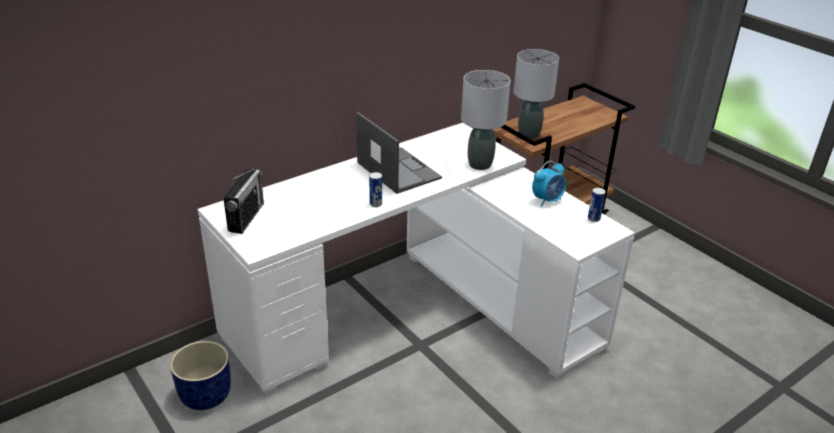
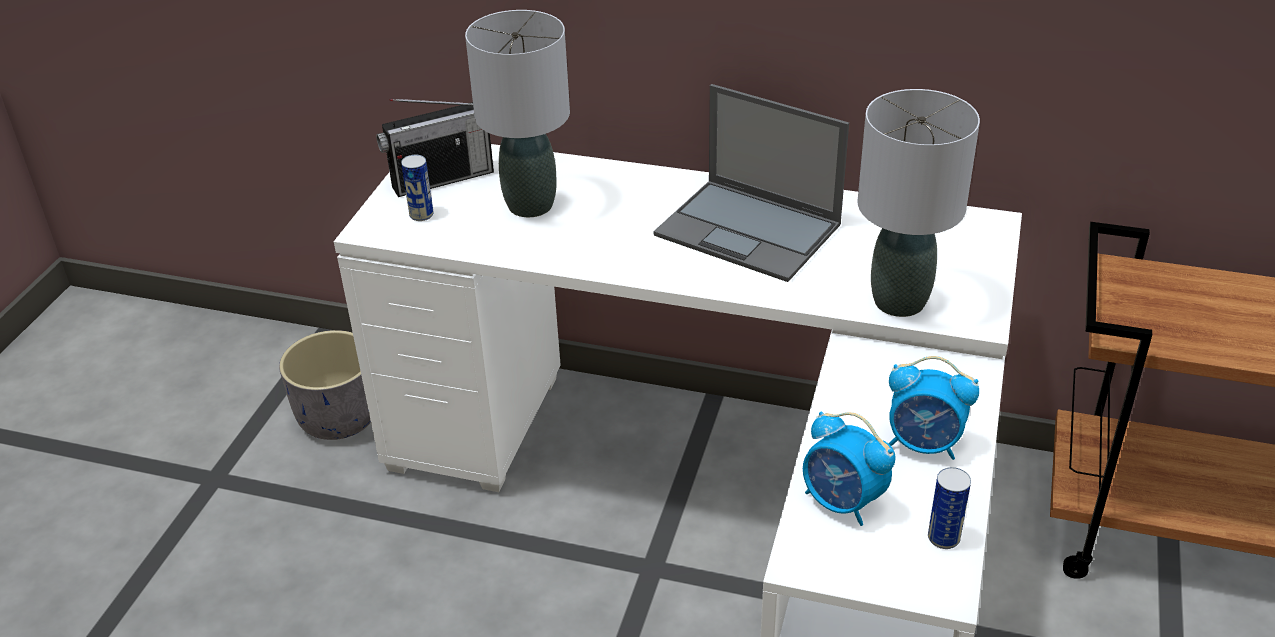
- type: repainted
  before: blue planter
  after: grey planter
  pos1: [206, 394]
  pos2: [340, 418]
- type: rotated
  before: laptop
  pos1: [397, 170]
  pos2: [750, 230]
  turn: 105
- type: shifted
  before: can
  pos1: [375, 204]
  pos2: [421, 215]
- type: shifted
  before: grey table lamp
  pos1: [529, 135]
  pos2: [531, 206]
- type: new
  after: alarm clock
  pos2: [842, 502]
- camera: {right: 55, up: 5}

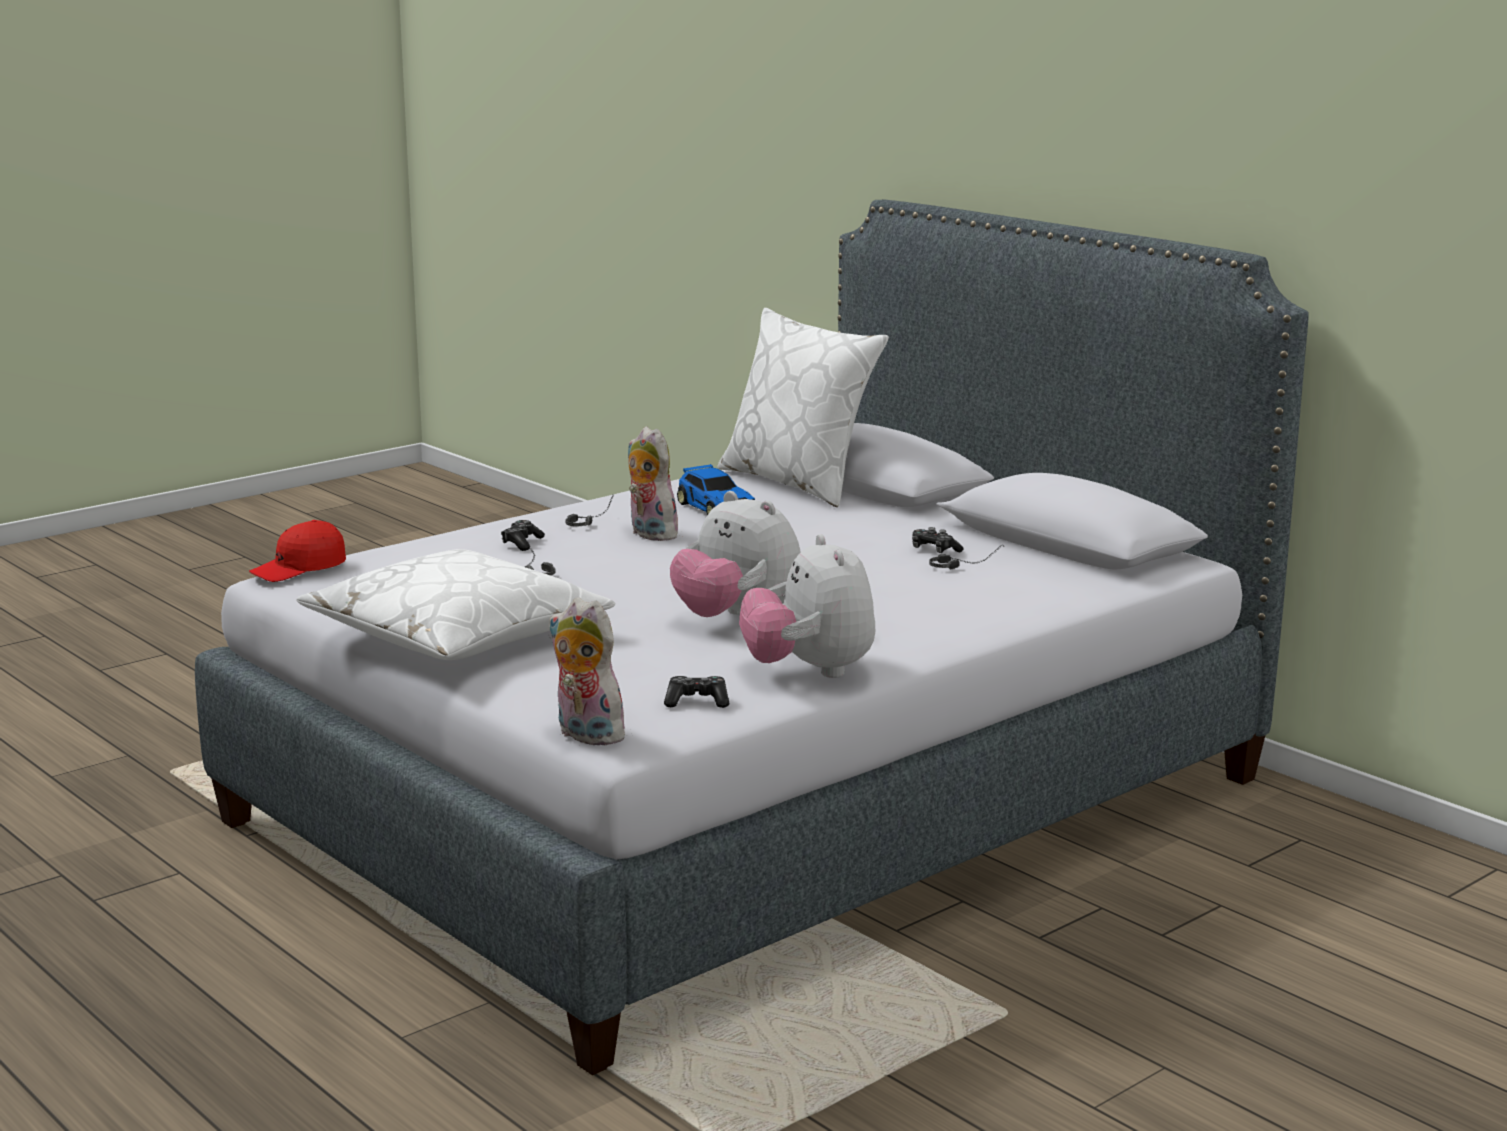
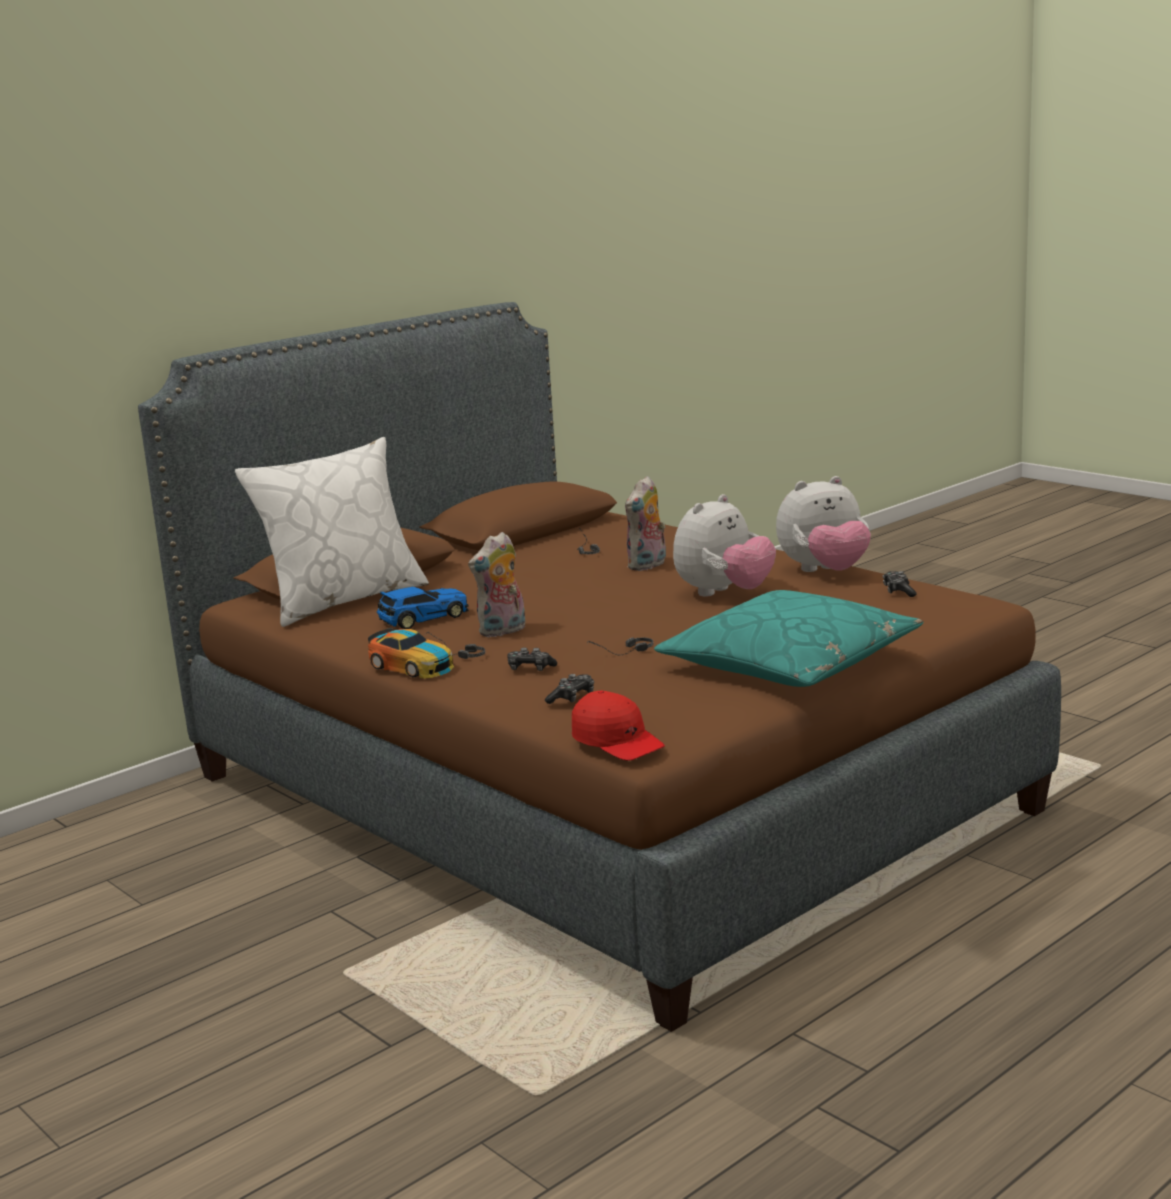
- type: repainted
  before: grey bed
  after: brown bed
  pos1: [753, 798]
  pos2: [595, 792]
- type: repainted
  before: white pillow
  after: turquoise pillow
  pos1: [457, 635]
  pos2: [790, 664]
- type: shifted
  before: plush toy
  pos1: [585, 735]
  pos2: [648, 565]
- type: shifted
  before: game controller
  pos1: [934, 550]
  pos2: [572, 698]
- type: new
  after: toy car
  pos2: [412, 666]
- camera: {right: -90, up: 0}

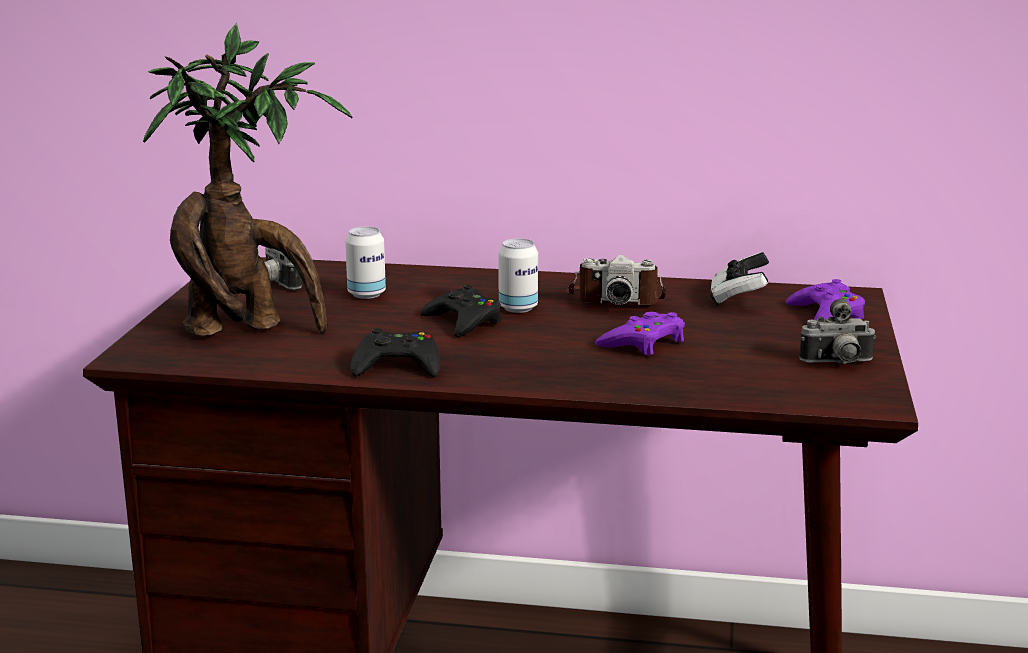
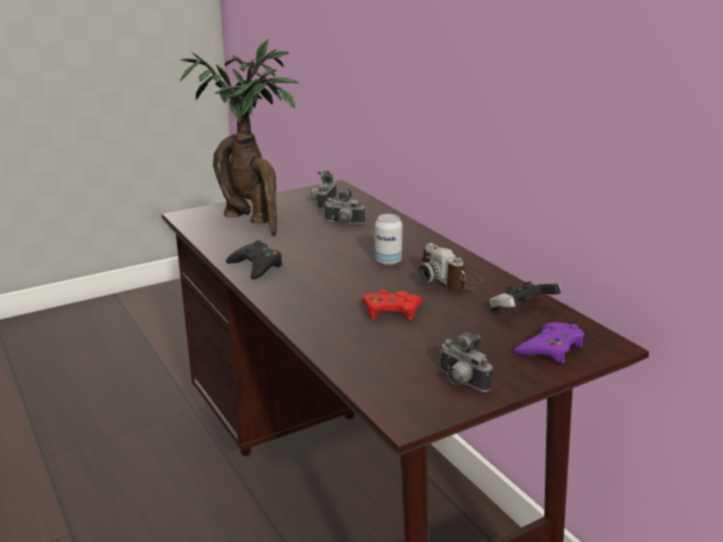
- type: swapped
  before: can
  after: photo camera
  pos1: [366, 294]
  pos2: [343, 224]
- type: gone
  before: black game controller
  pos1: [463, 321]
- type: repainted
  before: purple game controller
  after: red game controller
  pos1: [643, 343]
  pos2: [391, 311]
- camera: {right: 50, up: 5}

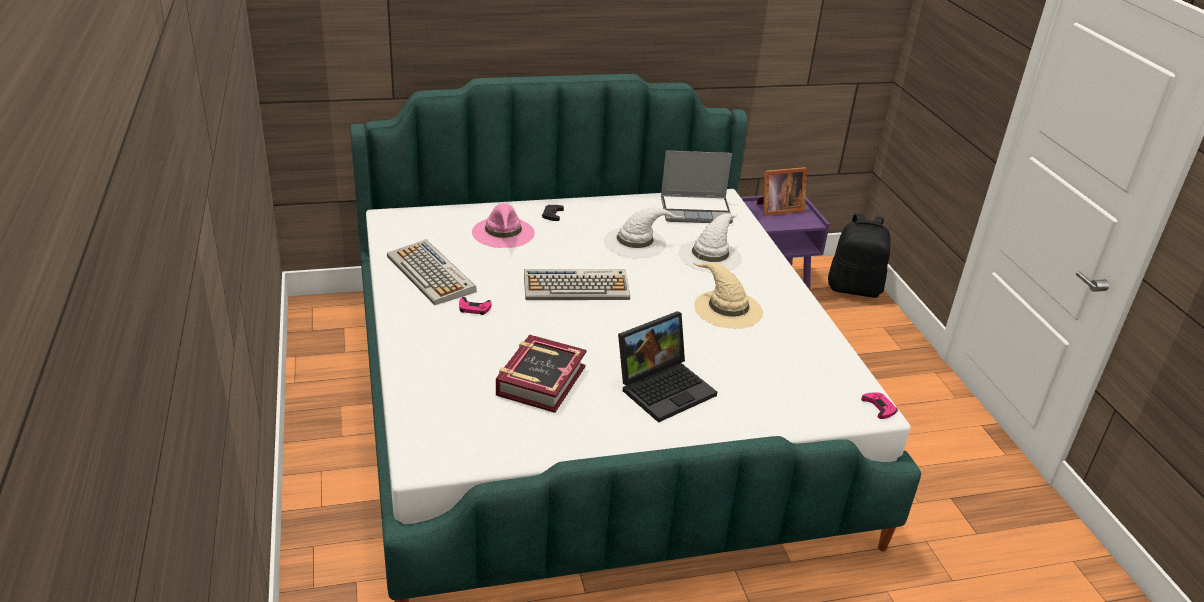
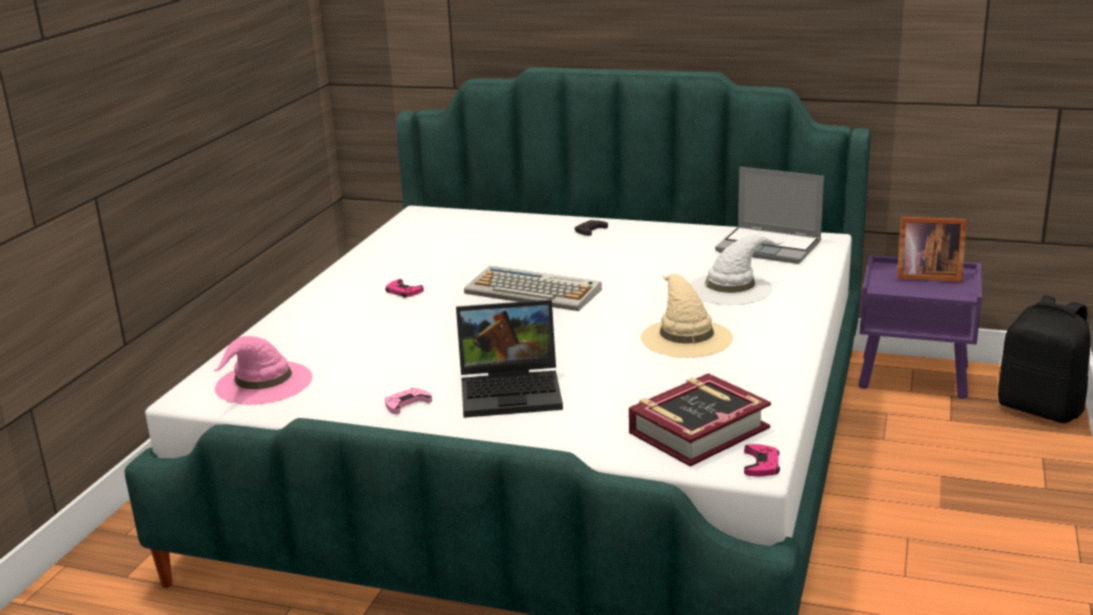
- type: gone
  before: keyboard
  pos1: [432, 274]
- type: shifted
  before: pink hat
  pos1: [503, 233]
  pos2: [263, 383]
- type: shifted
  before: book
  pos1: [540, 380]
  pos2: [698, 430]
- type: gone
  before: white hat
  pos1: [636, 242]
- type: new
  after: pink game controller
  pos2: [407, 404]
- camera: {right: 35, up: -10}

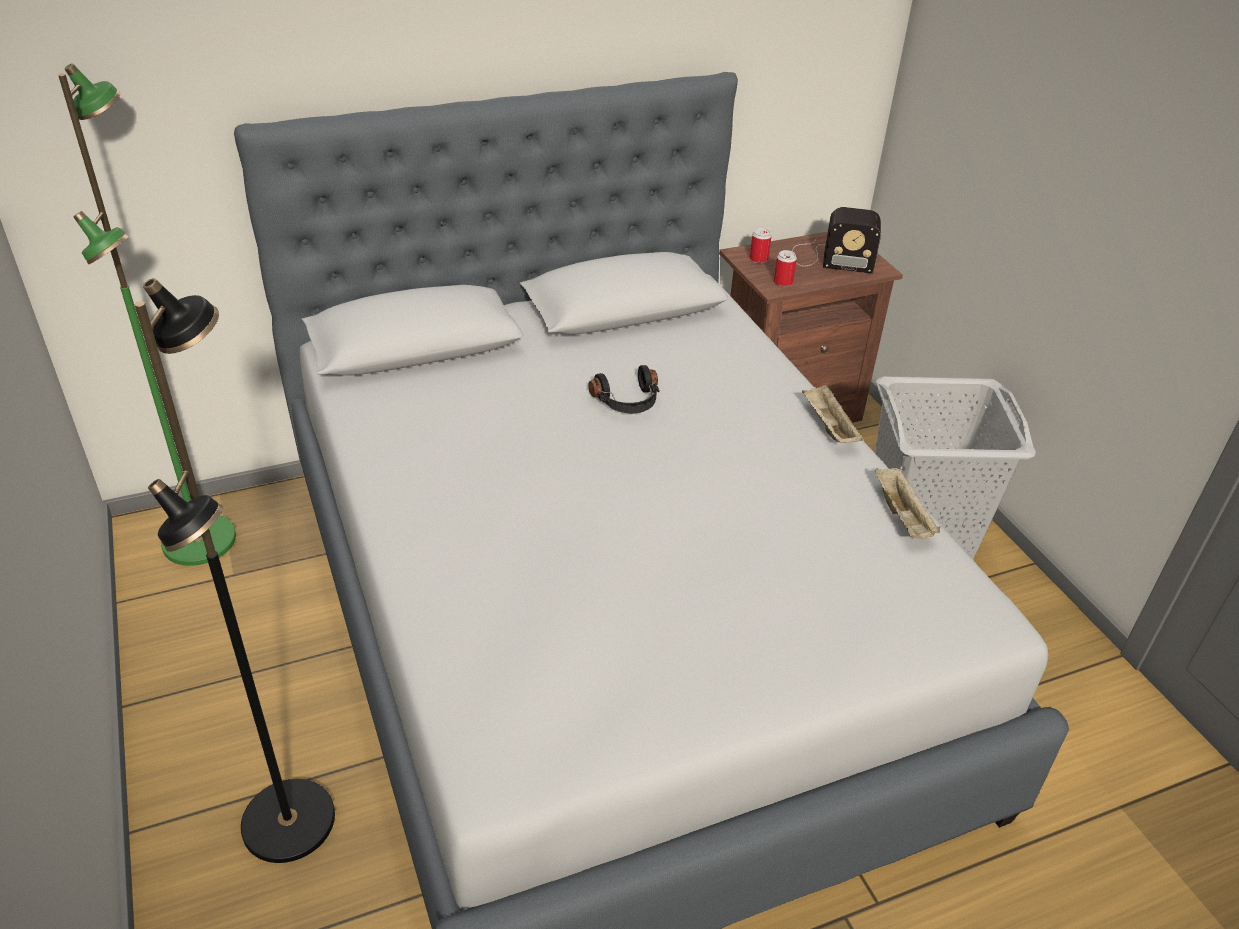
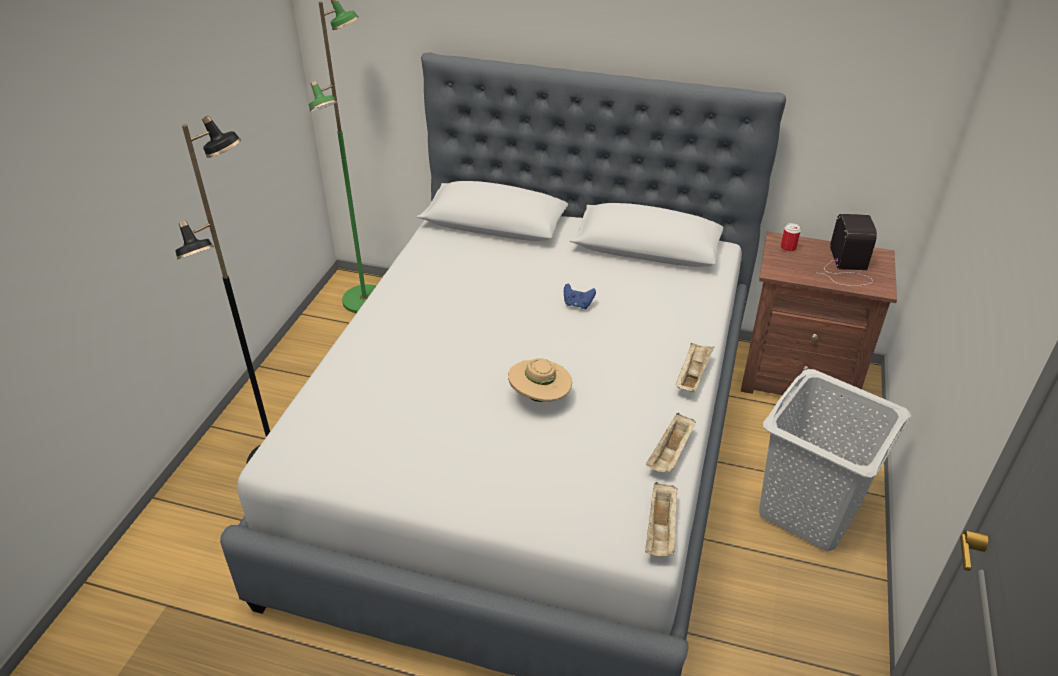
- type: swapped
  before: black headphones
  after: blue game controller
  pos1: [628, 402]
  pos2: [578, 304]
- type: gone
  before: can
  pos1: [783, 282]
- type: rotated
  before: radio
  pos1: [829, 258]
  pos2: [847, 267]
  turn: -135
- type: new
  after: beige hat
  pos2: [540, 397]
- type: new
  after: beige tray
  pos2: [661, 530]
- camera: {right: 40, up: 0}

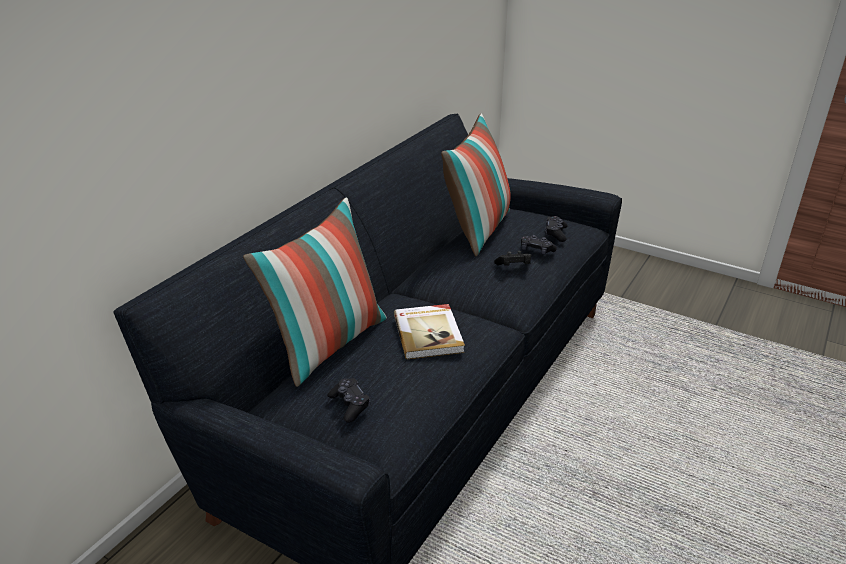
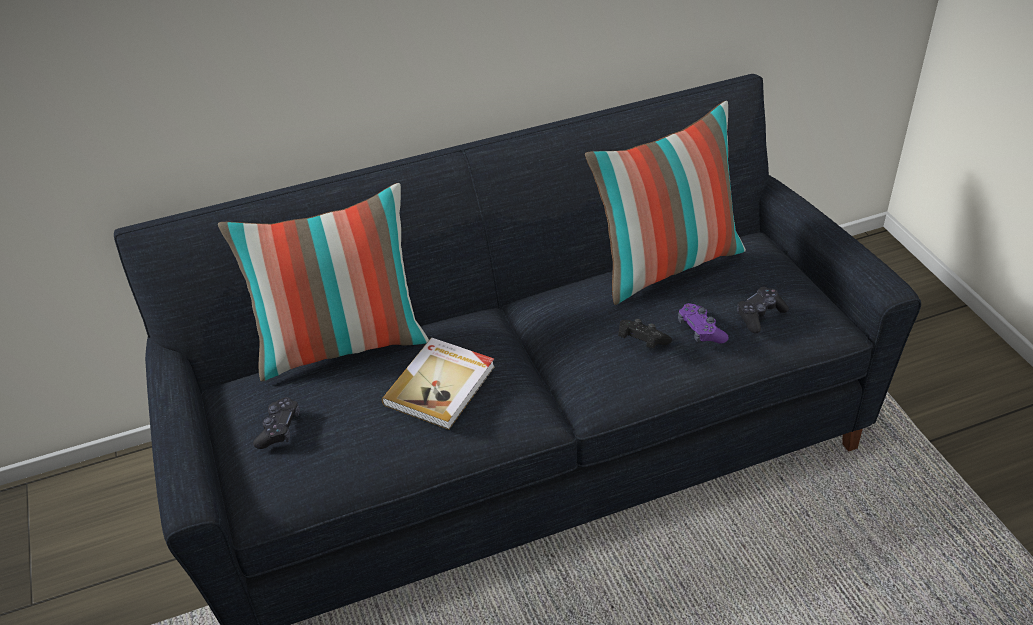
- type: repainted
  before: black game controller
  after: purple game controller
  pos1: [536, 250]
  pos2: [700, 330]
- camera: {right: 40, up: 10}

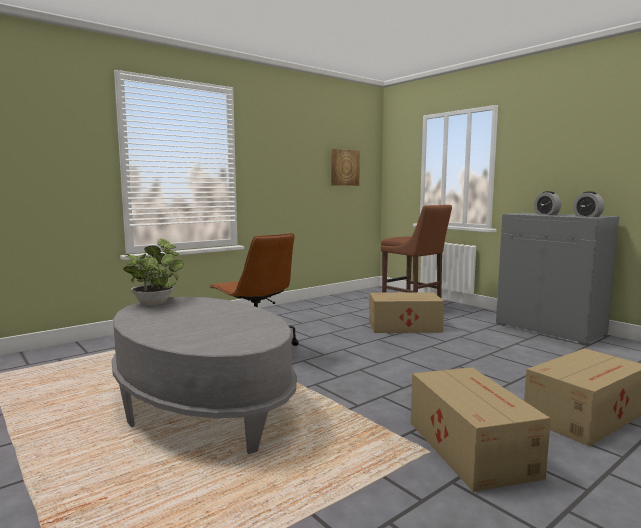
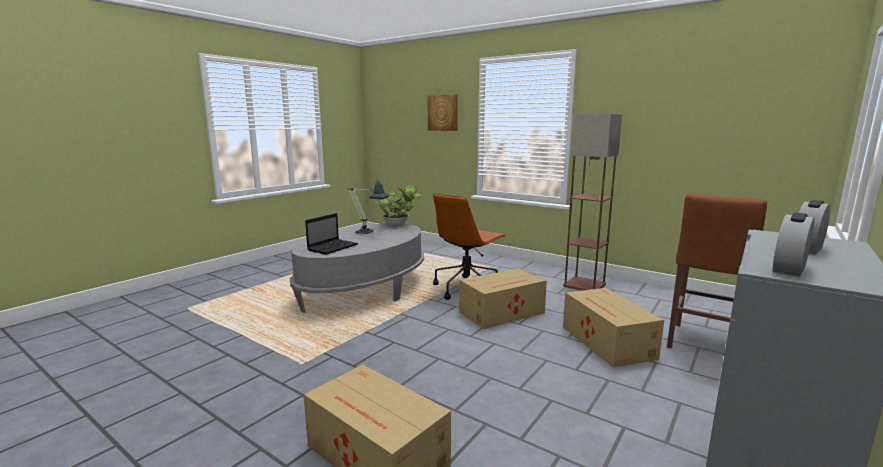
- type: shifted
  before: picture
  pos1: [344, 167]
  pos2: [443, 112]
- type: shifted
  before: cardboard box
  pos1: [470, 447]
  pos2: [503, 312]
- type: new
  after: laptop
  pos2: [333, 247]
- type: new
  after: table lamp
  pos2: [368, 233]
- type: new
  after: floor lamp
  pos2: [583, 285]
- camera: {right: 75, up: 5}

